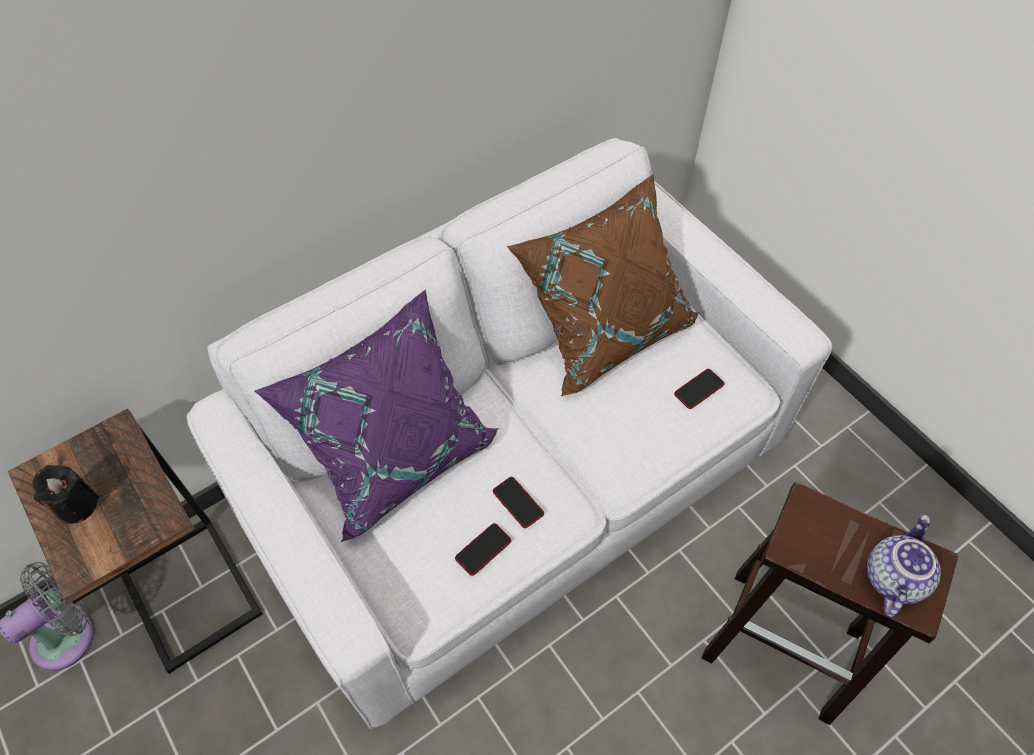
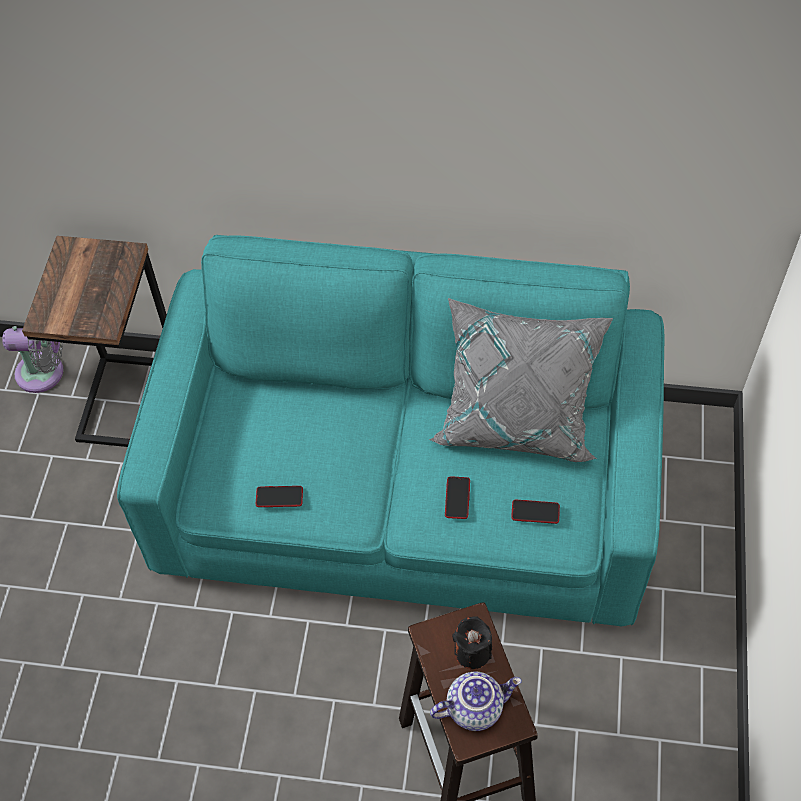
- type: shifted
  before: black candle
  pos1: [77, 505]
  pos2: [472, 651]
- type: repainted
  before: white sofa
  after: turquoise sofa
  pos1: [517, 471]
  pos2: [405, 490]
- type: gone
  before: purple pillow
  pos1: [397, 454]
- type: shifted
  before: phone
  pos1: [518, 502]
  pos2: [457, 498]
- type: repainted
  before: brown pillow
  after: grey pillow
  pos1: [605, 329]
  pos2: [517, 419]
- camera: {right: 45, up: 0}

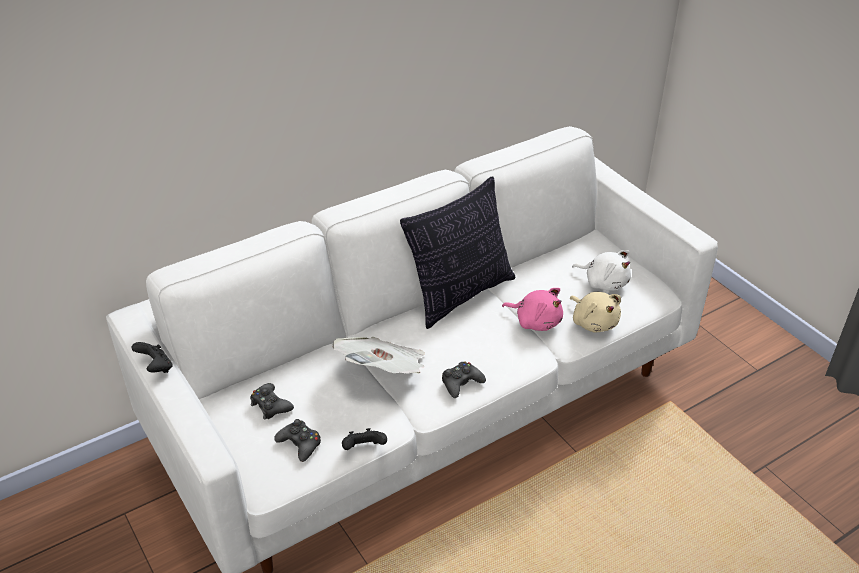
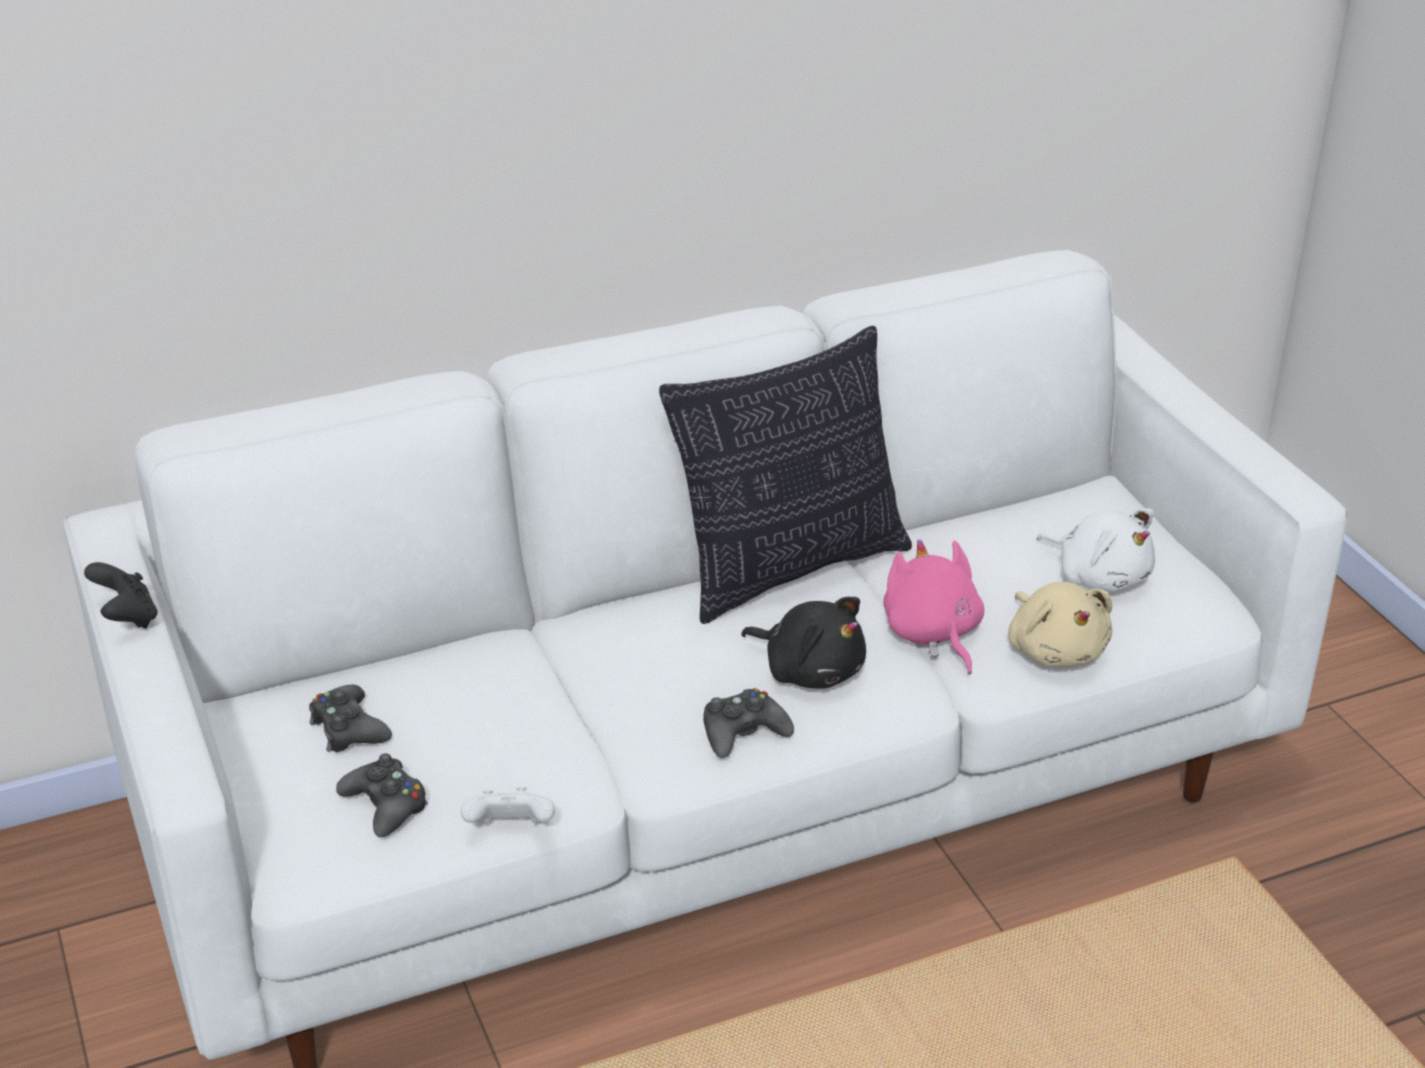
- type: gone
  before: newspaper
  pos1: [384, 372]
- type: repainted
  before: black game controller
  after: white game controller
  pos1: [364, 449]
  pos2: [511, 830]
- type: rotated
  before: pink plush toy
  pos1: [536, 321]
  pos2: [933, 634]
  turn: -150
- type: new
  after: black plush toy
  pos2: [810, 670]
- camera: {right: 10, up: -5}

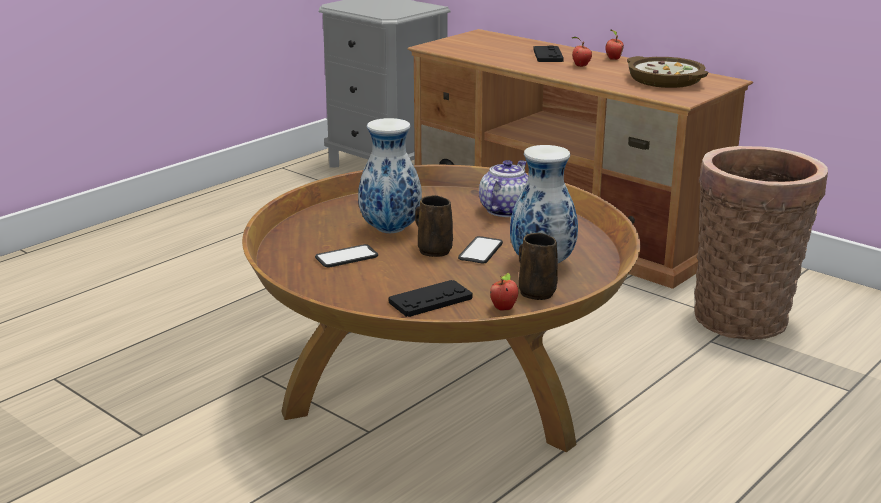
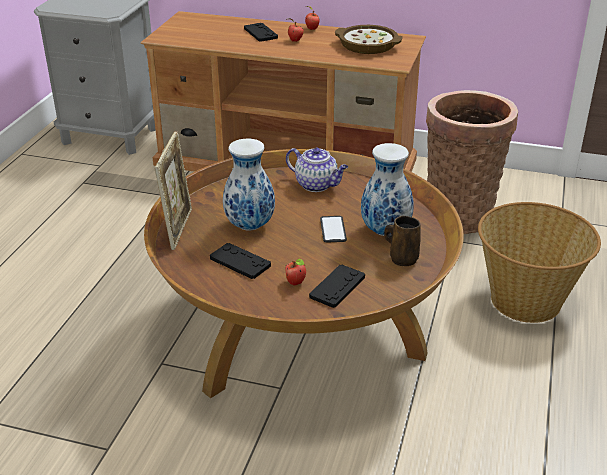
- type: swapped
  before: phone
  after: black game controller
  pos1: [346, 257]
  pos2: [240, 262]
- type: gone
  before: brown mug
  pos1: [433, 250]
- type: rotated
  before: teapot
  pos1: [505, 210]
  pos2: [317, 185]
  turn: 120
- type: shifted
  before: apple
  pos1: [504, 308]
  pos2: [296, 283]
- type: new
  after: picture frame
  pos2: [178, 228]
- type: new
  after: basket
  pos2: [526, 300]
- camera: {right: -25, up: 10}

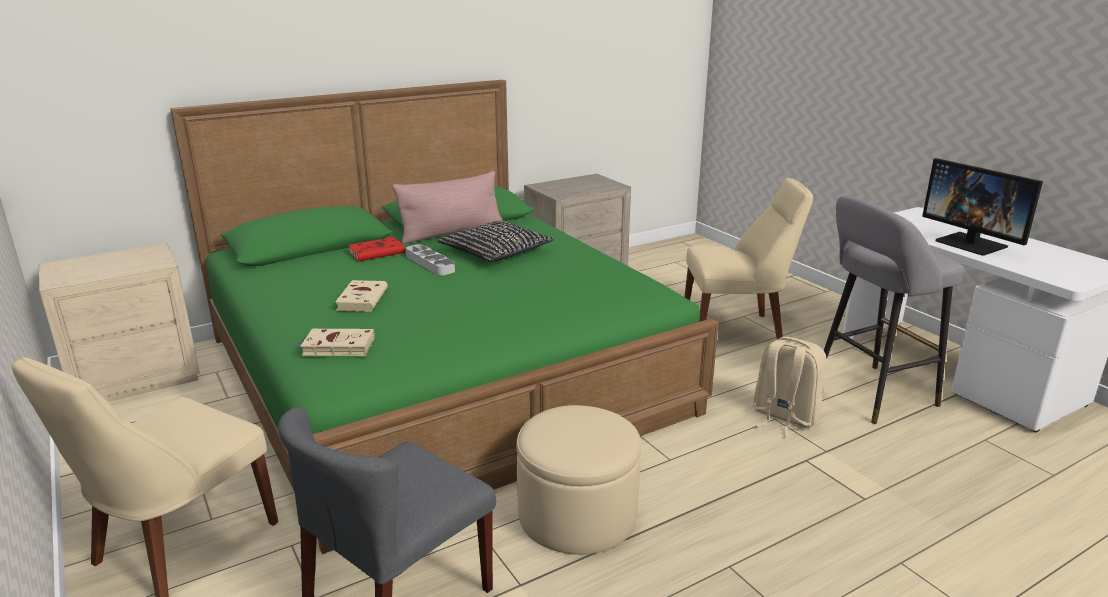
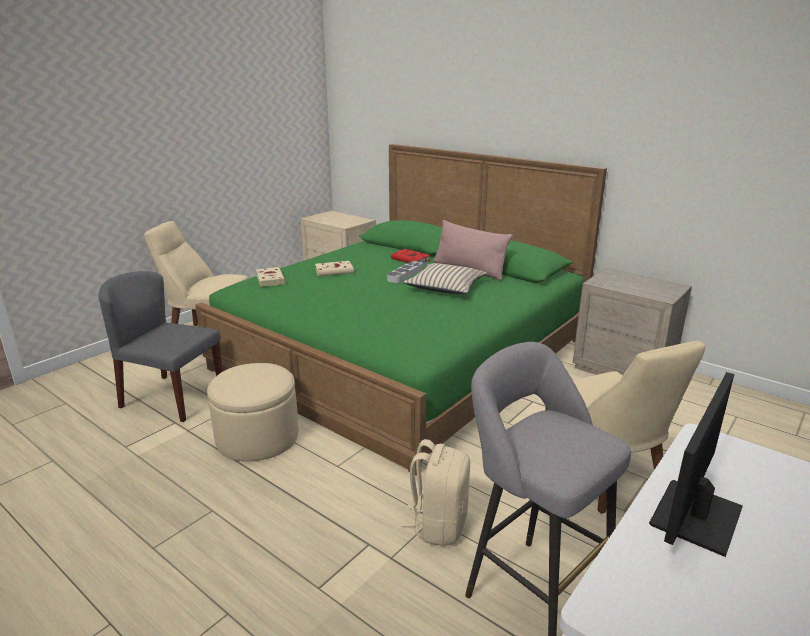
- type: repainted
  before: black pillow
  after: beige pillow
  pos1: [495, 252]
  pos2: [445, 287]
- camera: {right: 70, up: 0}

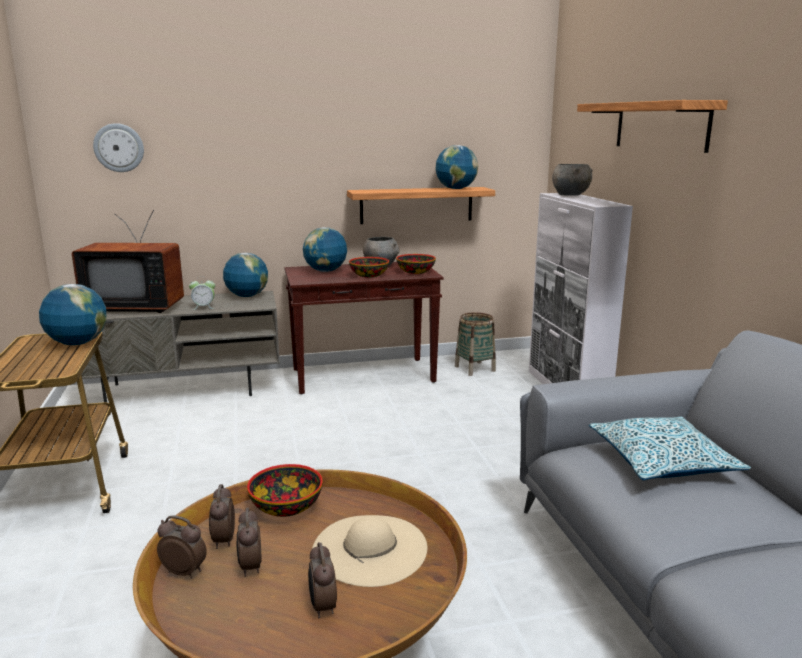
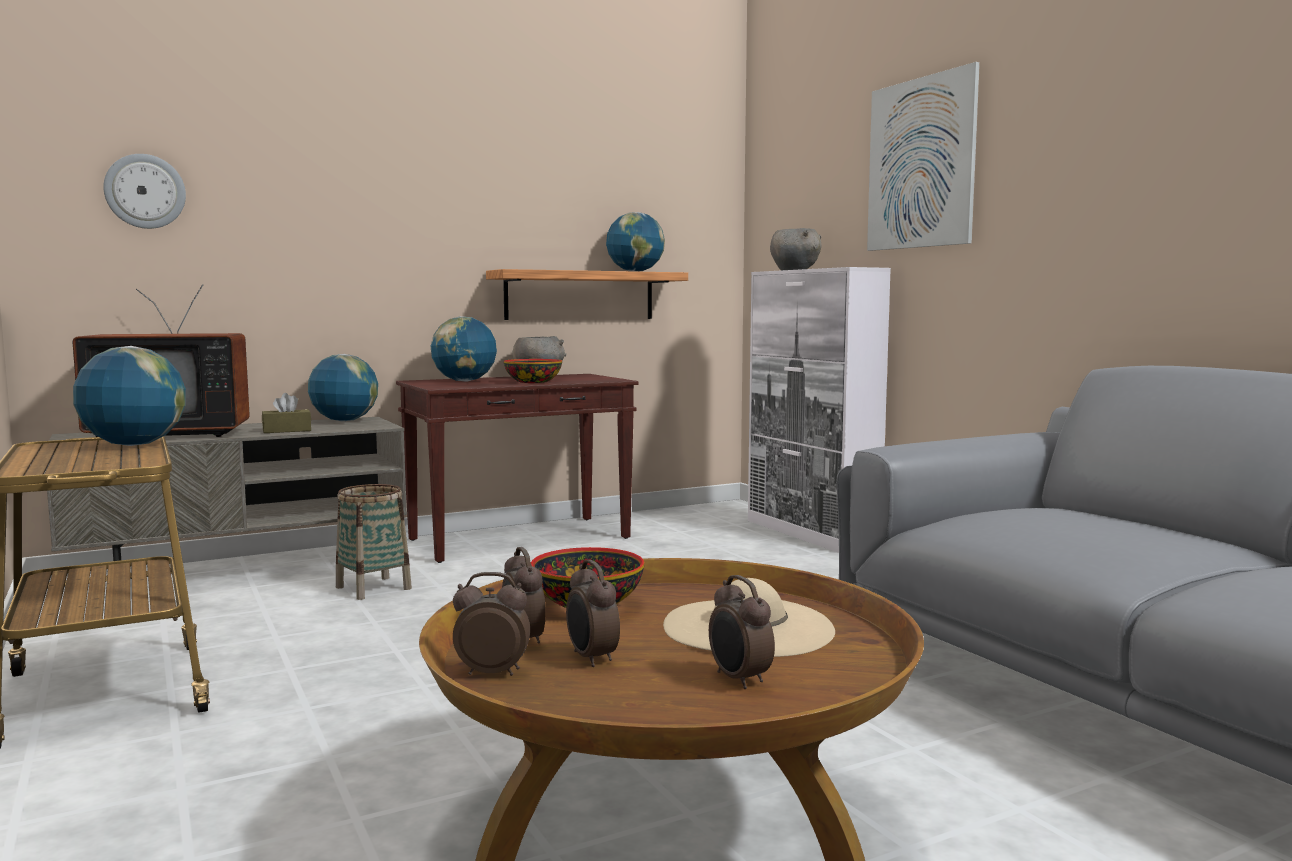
- type: swapped
  before: alarm clock
  after: brown tissue box
  pos1: [204, 307]
  pos2: [287, 430]
- type: gone
  before: bowl
  pos1: [415, 272]
- type: shifted
  before: basket
  pos1: [475, 368]
  pos2: [373, 588]
- type: swapped
  before: shelf
  after: picture
  pos1: [660, 126]
  pos2: [921, 163]
- type: gone
  before: pillow
  pos1: [662, 462]
- camera: {right: -15, up: -10}

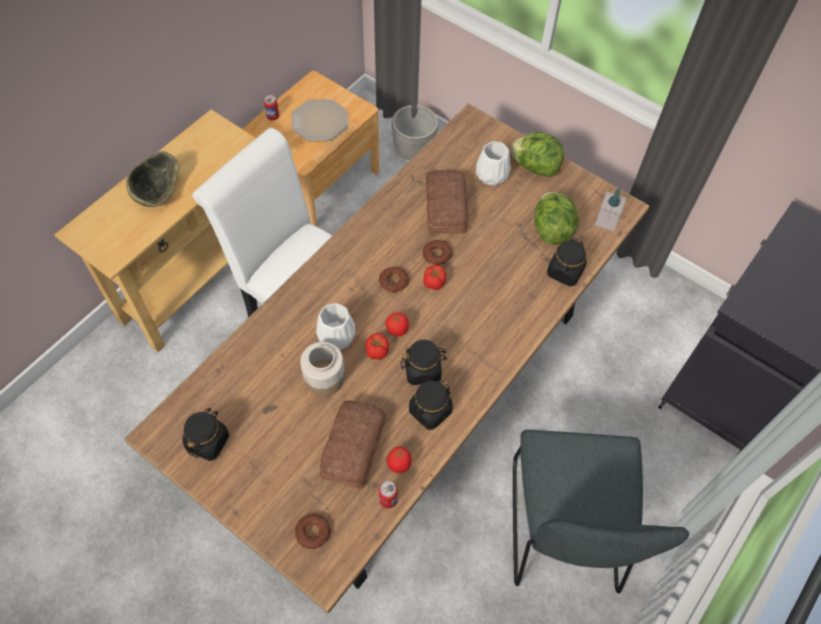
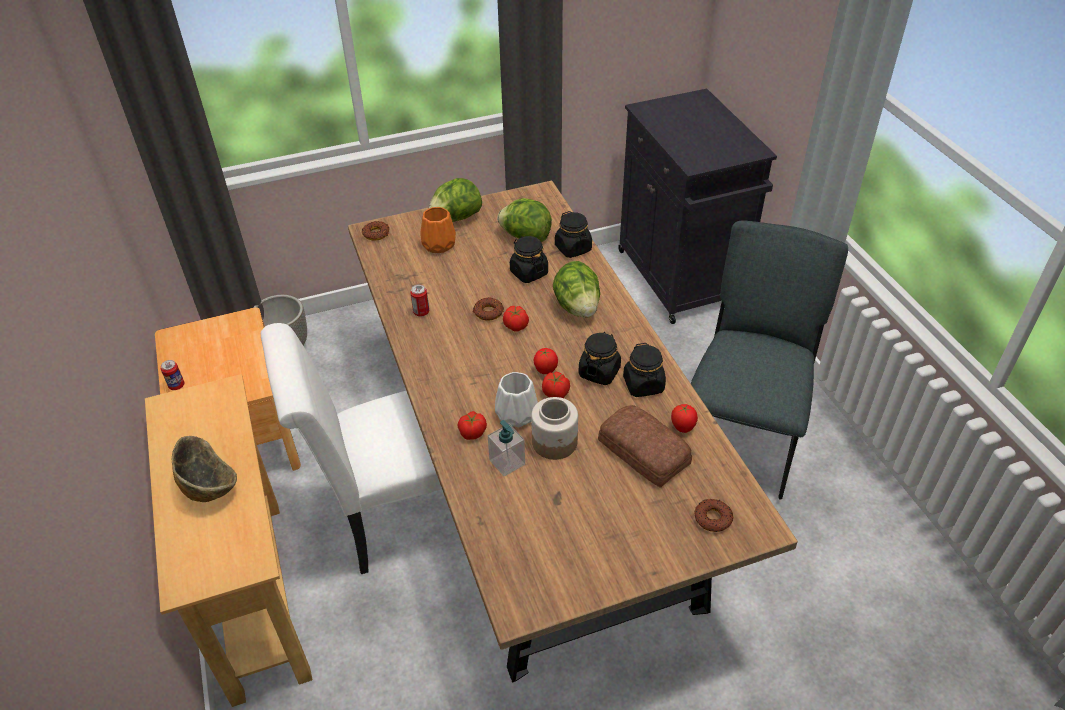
- type: shifted
  before: black jar
  pos1: [208, 441]
  pos2: [528, 273]
- type: gone
  before: plate
  pos1: [319, 121]
- type: shifted
  before: donut
  pos1: [393, 282]
  pos2: [376, 234]
- type: shifted
  before: can
  pos1: [388, 500]
  pos2: [421, 312]
- type: gone
  before: bread
  pos1: [444, 208]
- type: repainted
  before: white vase
  after: orange vase
  pos1: [491, 176]
  pos2: [439, 245]
- type: rotated
  before: grey chair
  pos1: [564, 533]
  pos2: [742, 435]
  turn: -105
- type: shifted
  before: soap dispenser
  pos1: [606, 221]
  pos2: [507, 462]
- type: new
  after: tomato
  pos2: [472, 433]
- type: new
  after: lettuce
  pos2: [577, 307]
- camera: {right: -55, up: -15}

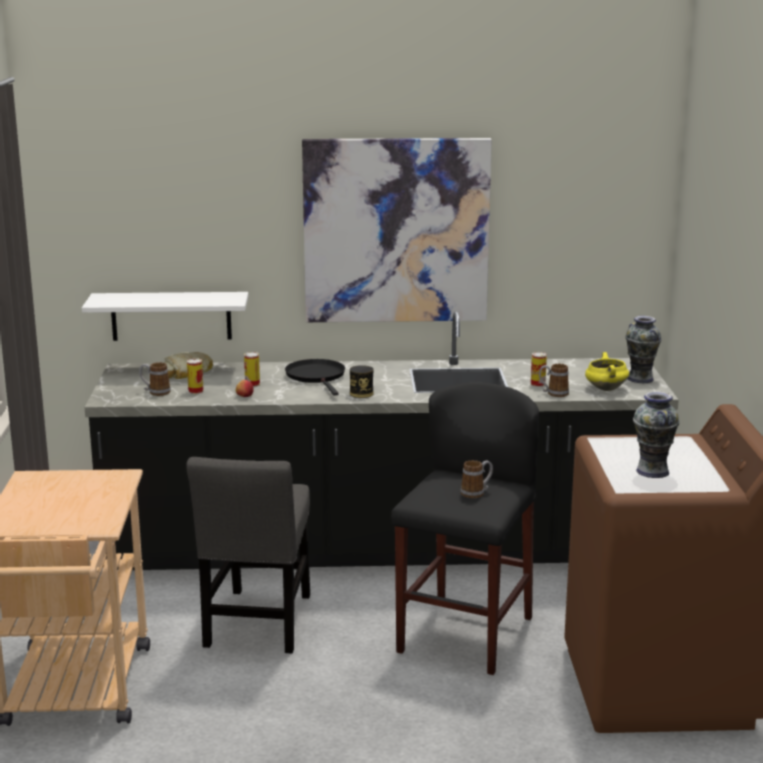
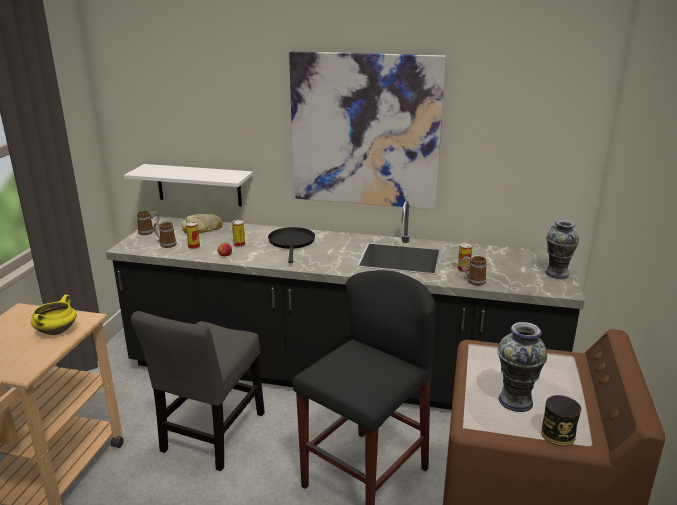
- type: shifted
  before: can
  pos1: [361, 393]
  pos2: [558, 434]
- type: shifted
  before: mug
  pos1: [476, 493]
  pos2: [149, 232]
- type: shifted
  before: yellow cooking pot
  pos1: [605, 388]
  pos2: [57, 331]
- camera: {right: 15, up: 5}

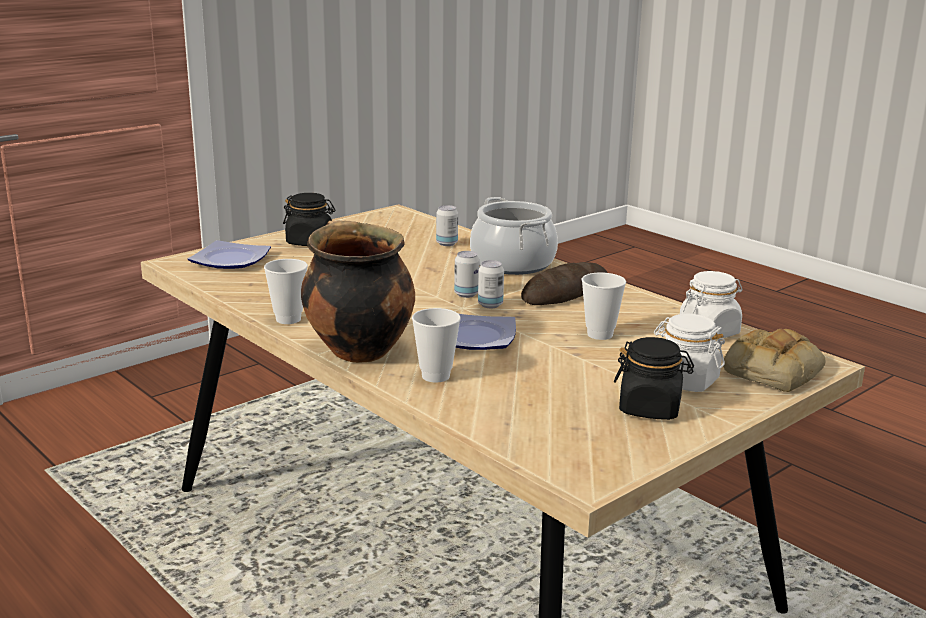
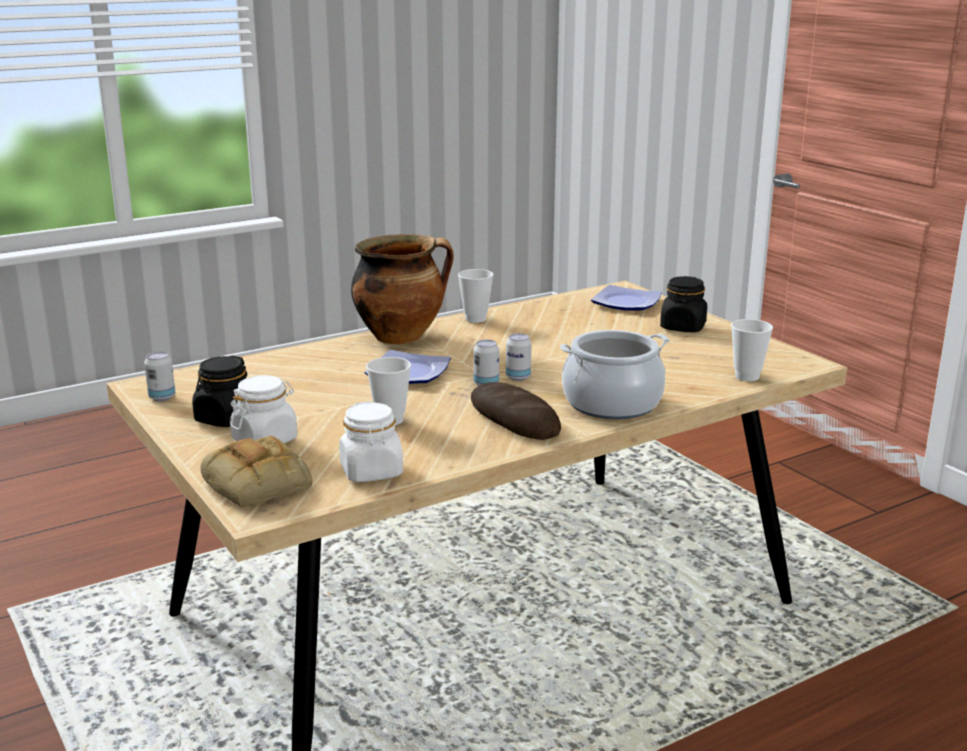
- type: shifted
  before: cup
  pos1: [435, 376]
  pos2: [747, 376]
- type: shifted
  before: can
  pos1: [447, 243]
  pos2: [162, 397]
- camera: {right: 100, up: 0}

